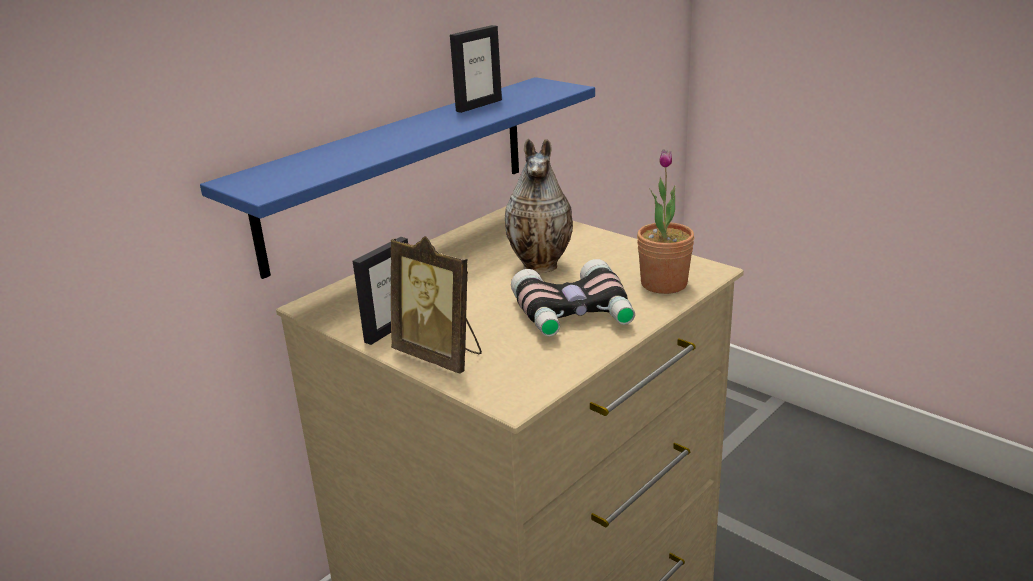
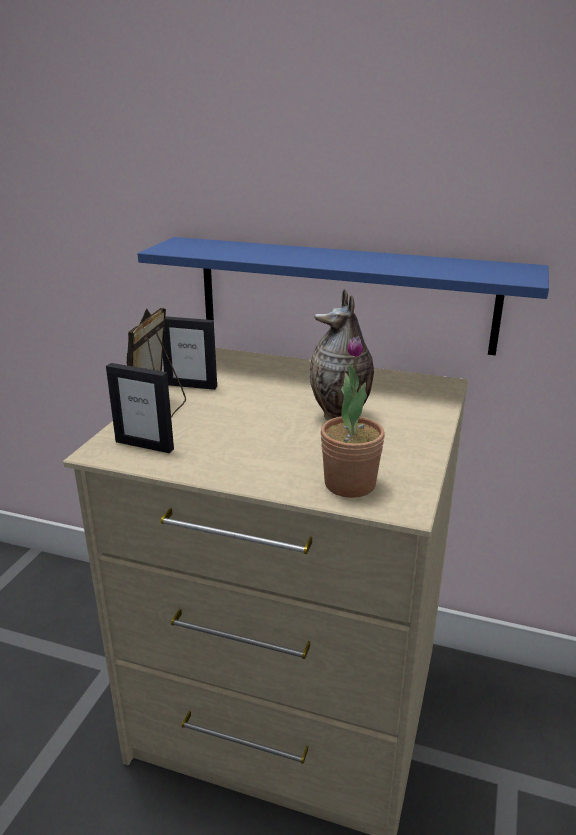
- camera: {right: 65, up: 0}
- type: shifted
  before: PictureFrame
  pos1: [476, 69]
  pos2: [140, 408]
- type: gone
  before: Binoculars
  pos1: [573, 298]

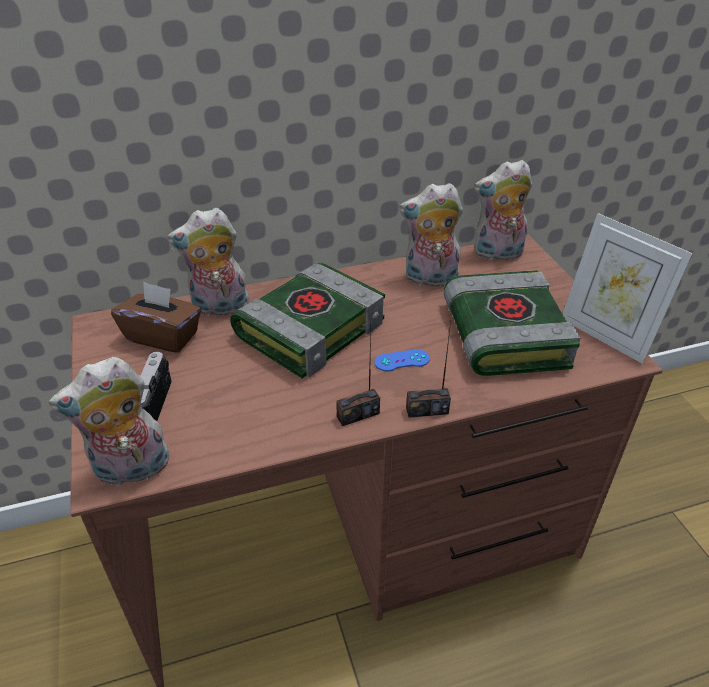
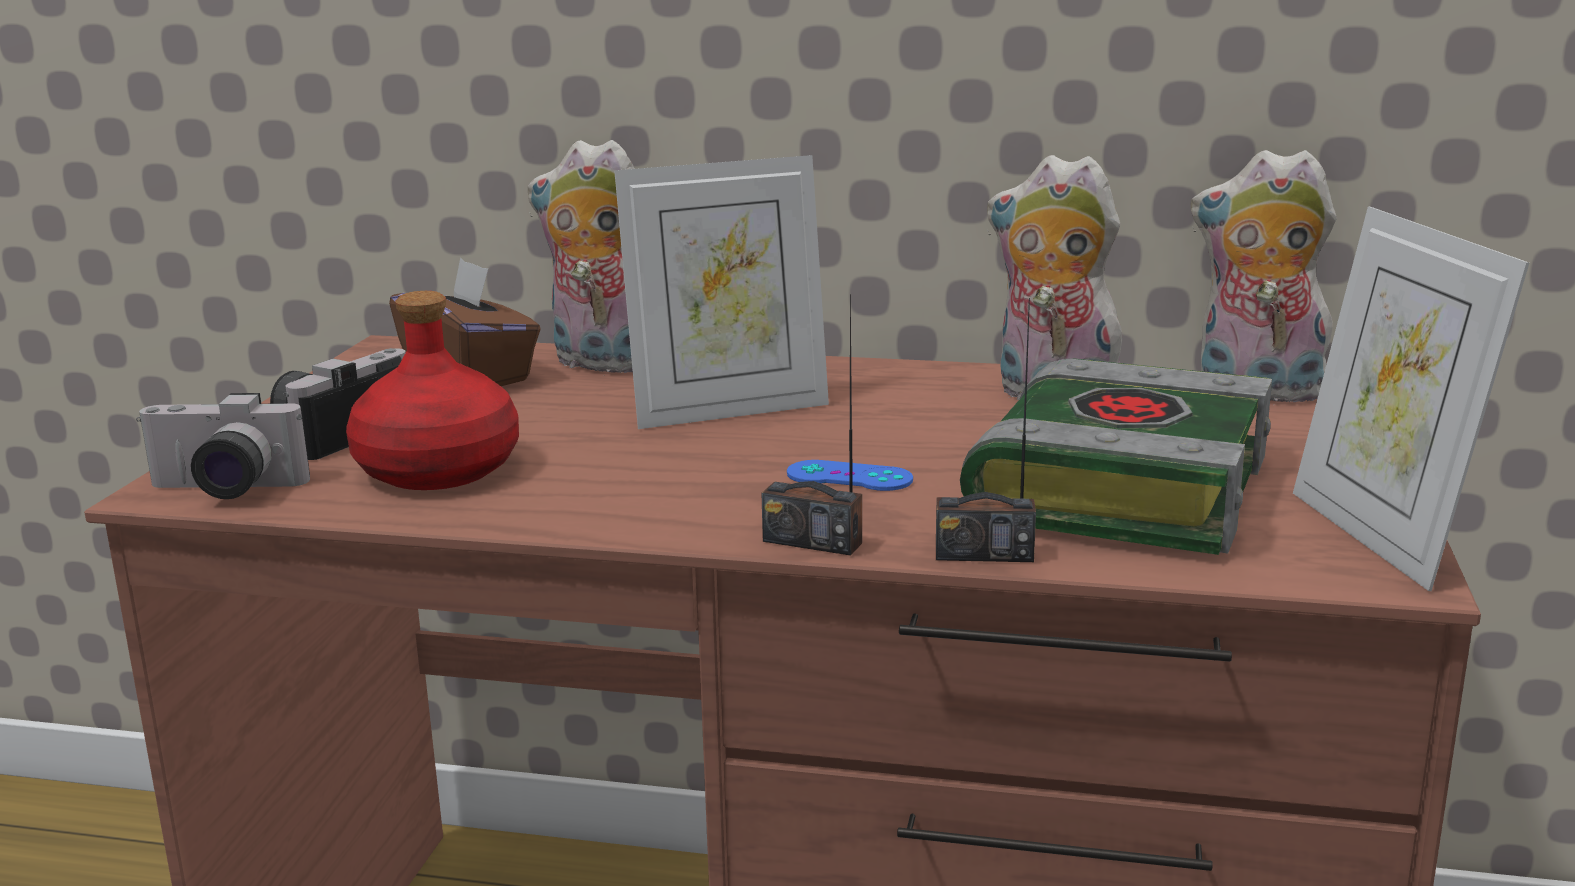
- camera: {right: 30, up: -20}
- type: swapped
  before: Book
  after: PictureFrame
  pos1: [307, 320]
  pos2: [721, 292]
- type: shifted
  before: Radio
  pos1: [358, 377]
  pos2: [986, 430]
- type: swapped
  before: PlushToy
  after: PhotoCamera
  pos1: [109, 422]
  pos2: [223, 446]
- type: new
  after: RedBottle
  pos2: [432, 390]

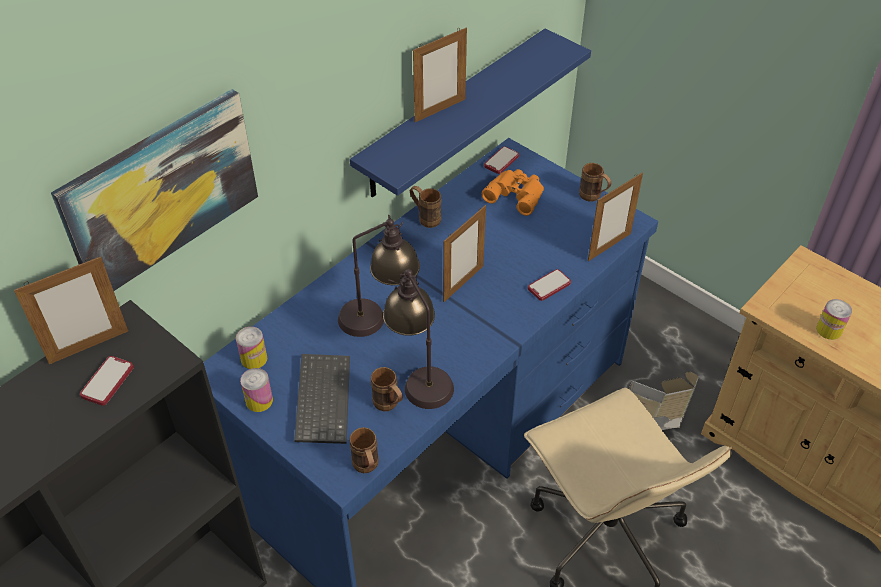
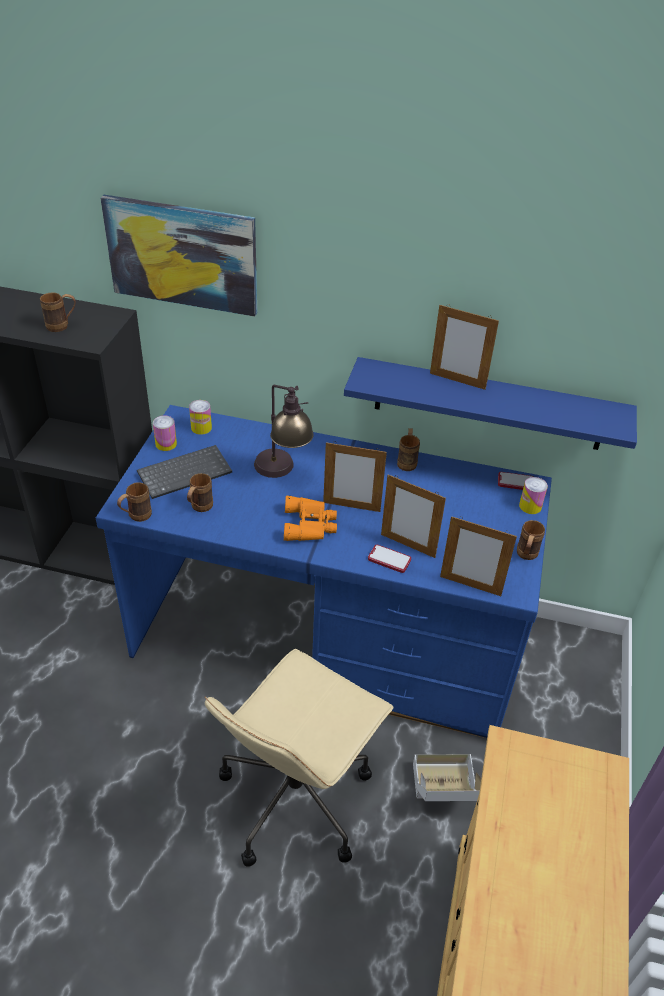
- camera: {right: 60, up: -5}
- type: shifted
  before: OrangeBinoculars
  pos1: [513, 192]
  pos2: [310, 518]
- type: shifted
  before: PictureFrame
  pos1: [71, 310]
  pos2: [413, 516]
- type: gone
  before: TableLamp
  pos1: [418, 339]
- type: shifted
  before: Can
  pos1: [834, 319]
  pos2: [533, 495]
- type: swapped
  before: Phone
  after: BrownMug
  pos1: [107, 381]
  pos2: [58, 312]

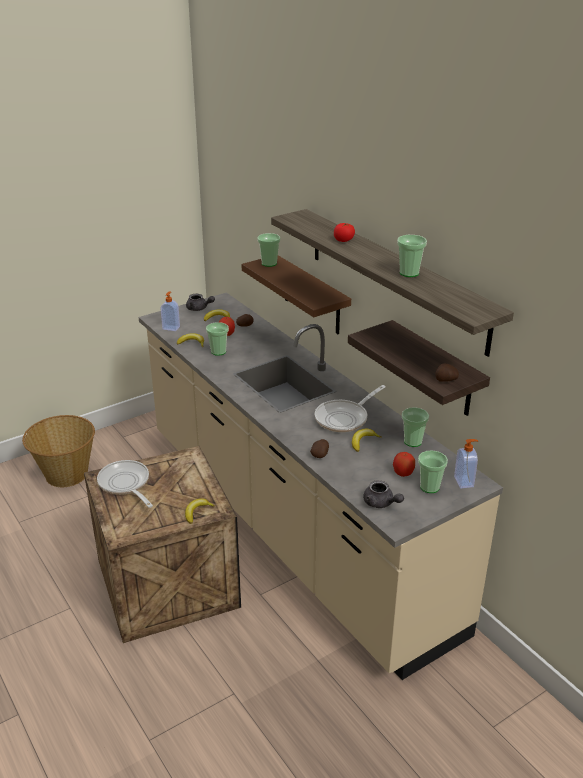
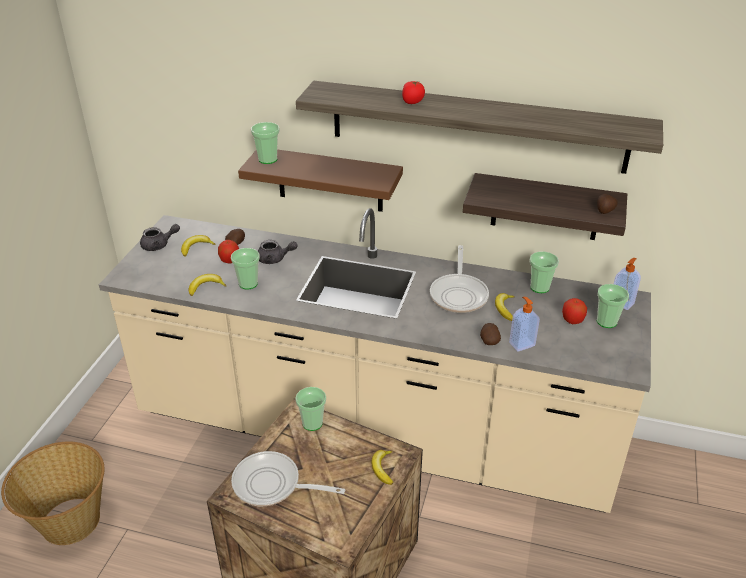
- camera: {right: -40, up: 5}
- type: shifted
  before: Cup
  pos1: [412, 256]
  pos2: [310, 409]
- type: shifted
  before: SoapDispenser
  pos1: [170, 311]
  pos2: [524, 324]
- type: shifted
  before: GreyTeapot
  pos1: [383, 494]
  pos2: [277, 252]

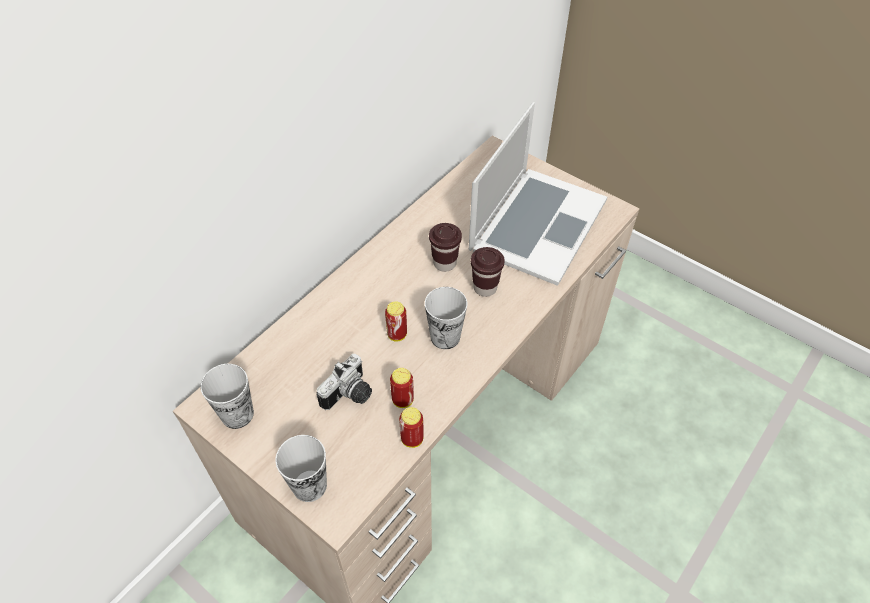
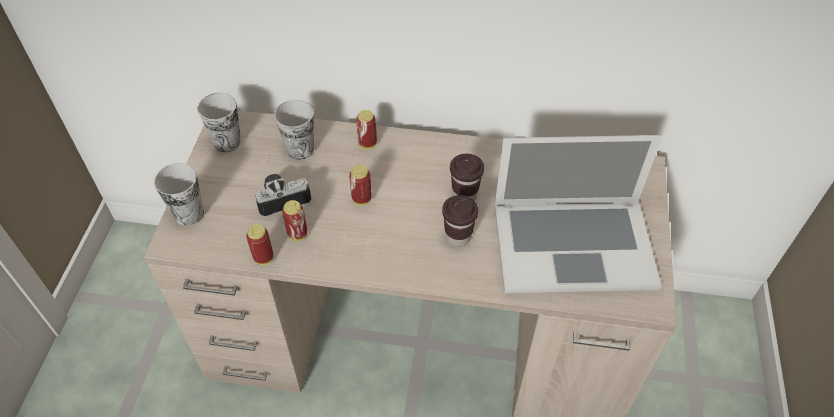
- camera: {right: 60, up: 0}
- type: shifted
  before: Cup
  pos1: [446, 318]
  pos2: [294, 130]
- type: rotated
  before: PhotoCamera
  pos1: [344, 382]
  pos2: [283, 195]
  turn: 150
- type: new
  after: Can
  pos2: [366, 129]

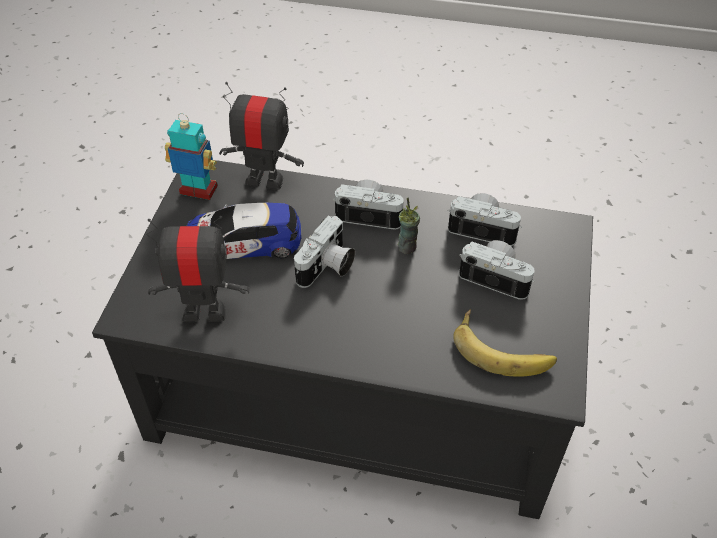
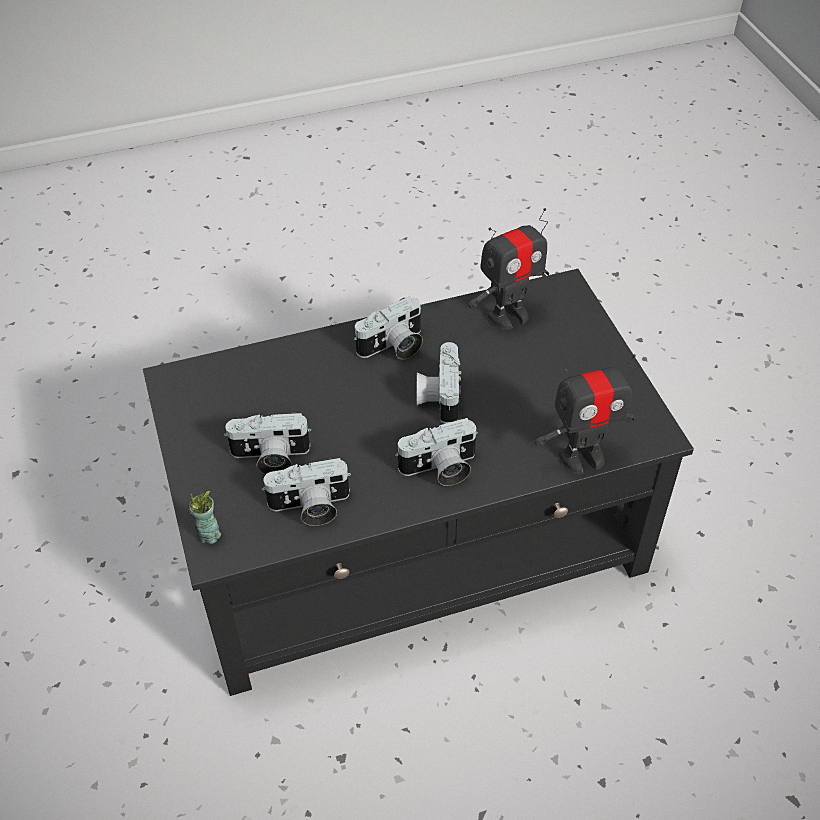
- camera: {right: 150, up: 0}
- type: gone
  before: ToyRobot
  pos1: [191, 156]
- type: shifted
  before: Cup
  pos1: [409, 226]
  pos2: [204, 517]
- type: gone
  before: ToyCar
  pos1: [244, 231]
- type: gone
  before: Banana
  pos1: [505, 343]
- type: new
  after: PhotoCamera
  pos2: [388, 327]

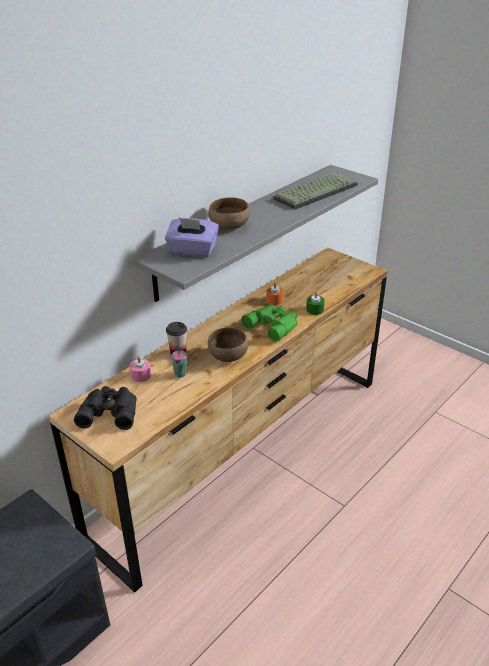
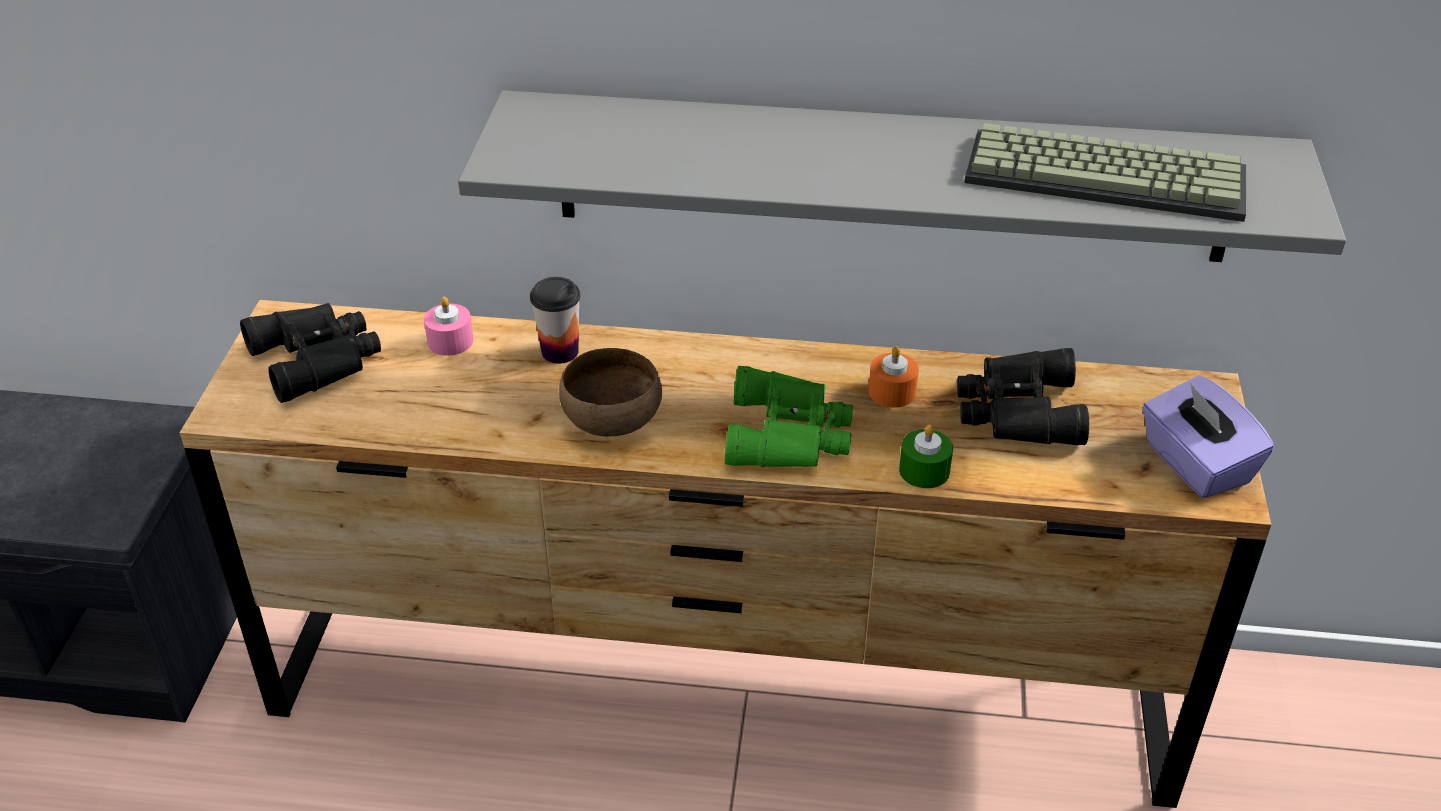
- camera: {right: 55, up: 5}
- type: gone
  before: BrownBowl
  pos1: [229, 213]
- type: shifted
  before: PurpleTissueBox
  pos1: [192, 237]
  pos2: [1208, 436]
- type: gone
  before: Cup
  pos1: [179, 361]
- type: new
  after: BlackBinoculars
  pos2: [1023, 396]

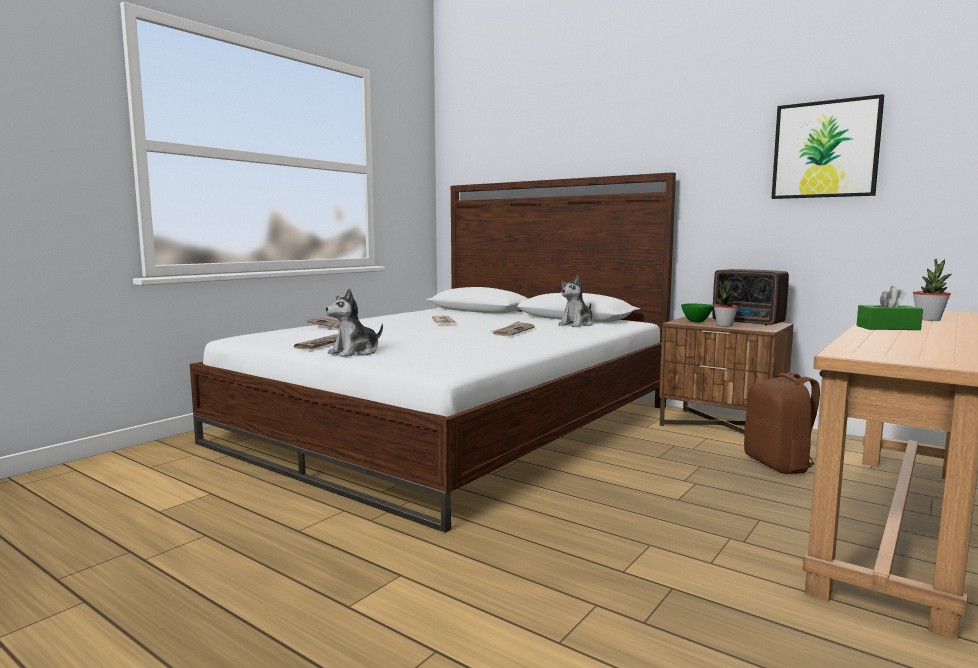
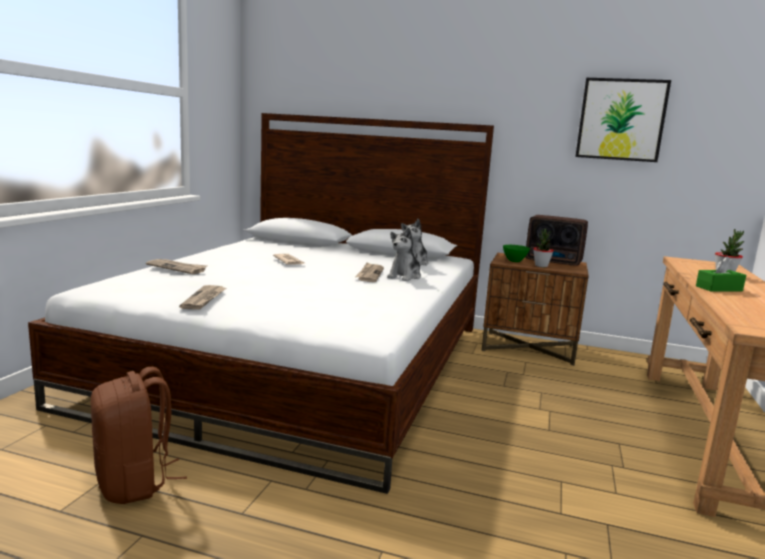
- camera: {right: -20, up: 5}
- type: shifted
  before: PlushToy
  pos1: [354, 322]
  pos2: [404, 254]
- type: shifted
  before: BrownBackpack
  pos1: [782, 423]
  pos2: [139, 435]

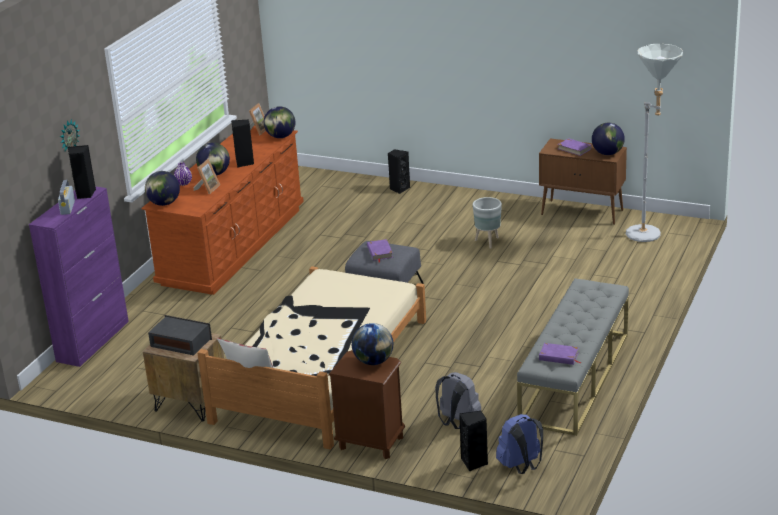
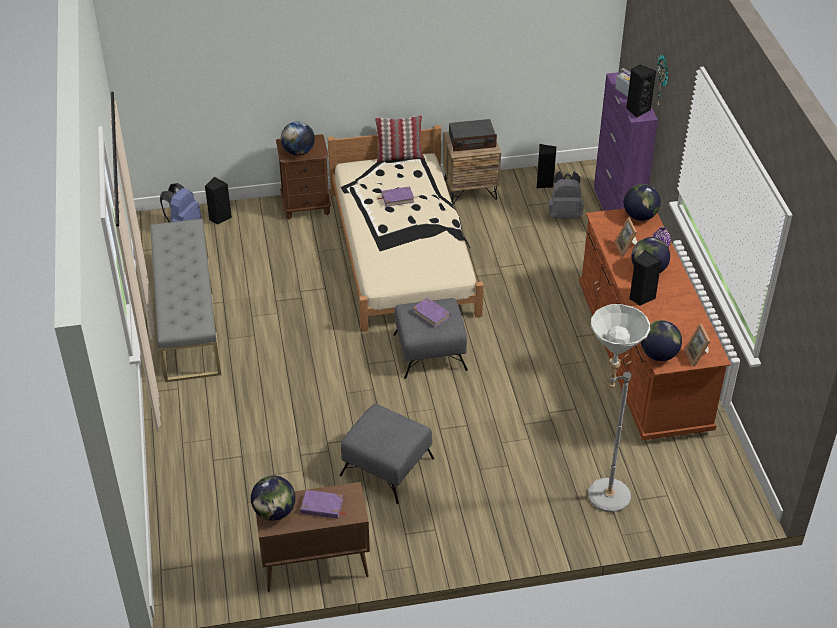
- camera: {right: 145, up: 15}
- type: shifted
  before: GreyFloorLamp
  pos1: [654, 143]
  pos2: [619, 408]
- type: shifted
  before: BlackSpeaker
  pos1: [399, 171]
  pos2: [546, 166]
- type: swapped
  before: GreyPlanter
  after: GreyOttoman
  pos1: [487, 223]
  pos2: [386, 454]
- type: shifted
  before: PurpleBook
  pos1: [560, 354]
  pos2: [396, 196]
- type: shifted
  before: GreyBackpack
  pos1: [458, 400]
  pos2: [566, 195]

